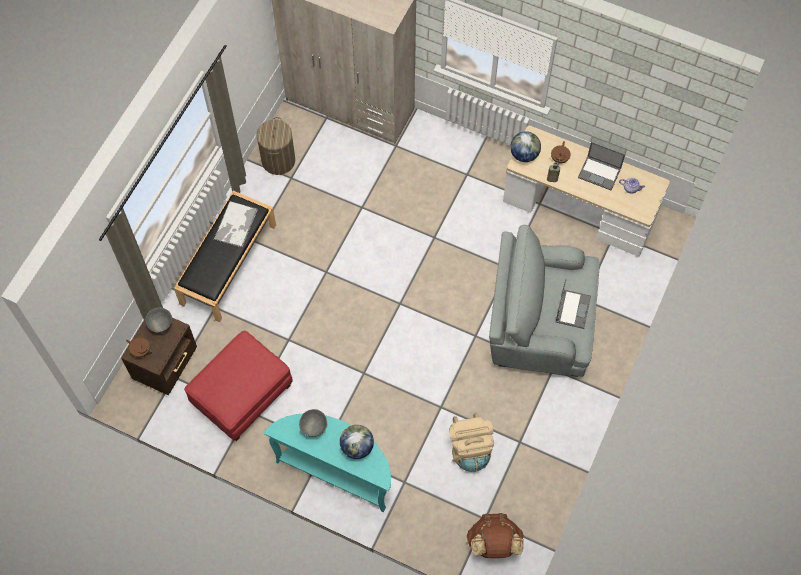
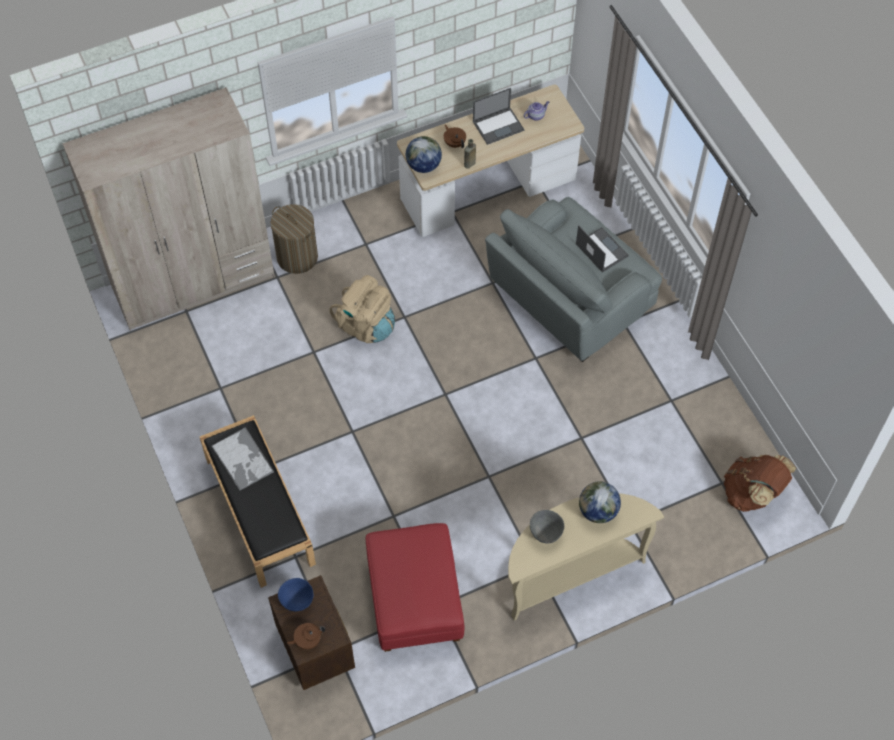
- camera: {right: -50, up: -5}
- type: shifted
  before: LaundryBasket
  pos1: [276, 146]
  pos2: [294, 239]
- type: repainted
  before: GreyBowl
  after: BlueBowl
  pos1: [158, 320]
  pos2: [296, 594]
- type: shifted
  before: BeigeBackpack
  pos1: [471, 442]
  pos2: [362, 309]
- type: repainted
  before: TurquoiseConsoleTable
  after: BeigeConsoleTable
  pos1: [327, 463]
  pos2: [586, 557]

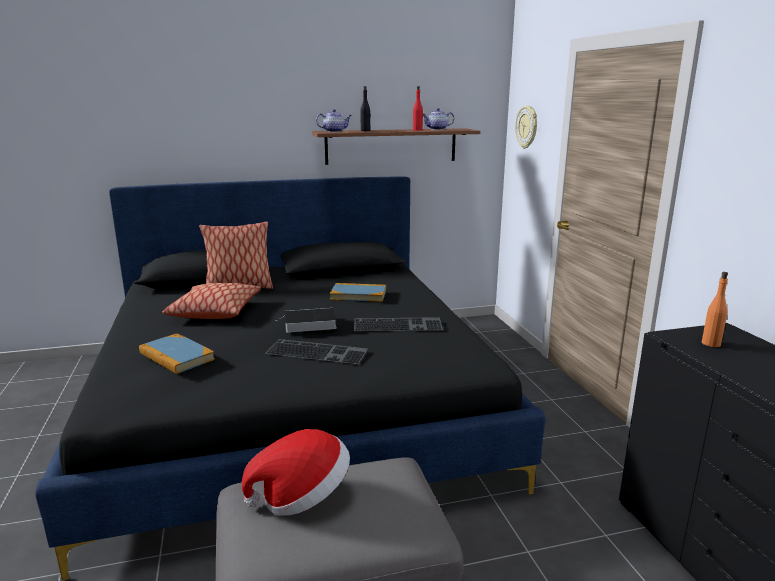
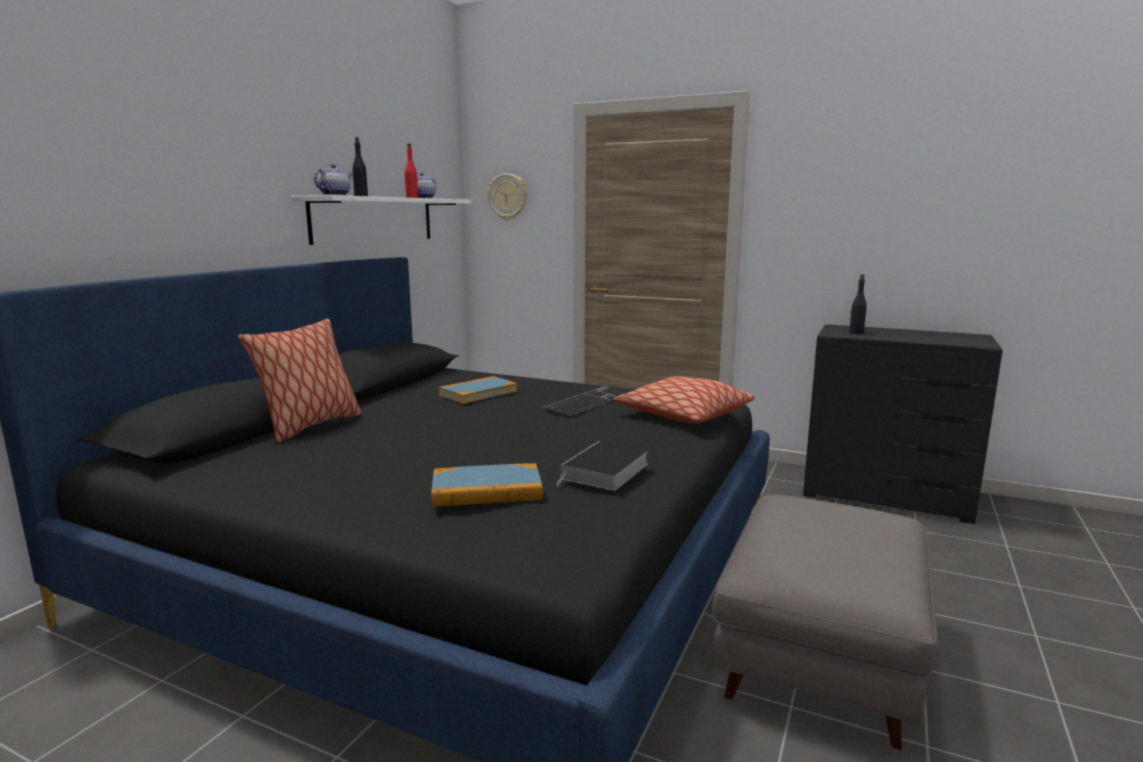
- camera: {right: -50, up: -5}
- type: repainted
  before: BrownShelf
  after: WhiteShelf
  pos1: [396, 146]
  pos2: [381, 220]
- type: repainted
  before: OrangeBottle
  after: BlackBottle
  pos1: [715, 309]
  pos2: [857, 304]
- type: shifted
  before: Pillow
  pos1: [212, 301]
  pos2: [684, 400]
- type: shifted
  before: Book
  pos1: [306, 320]
  pos2: [602, 466]
- type: gone
  before: Keyboard
  pos1: [316, 351]
- type: gone
  before: Hat
  pos1: [296, 472]

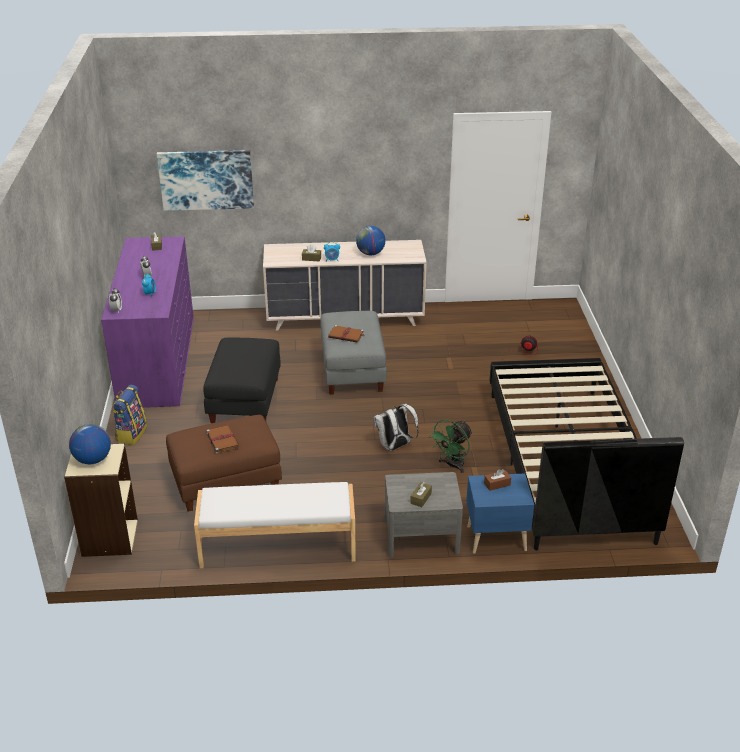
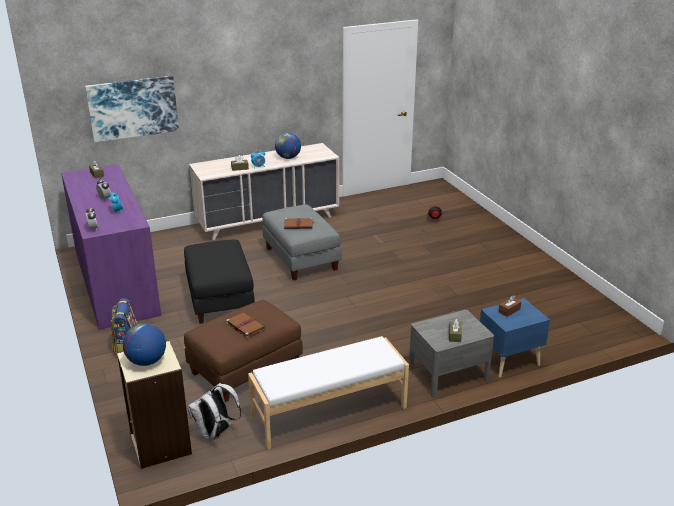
- camera: {right: -20, up: -5}
- type: gone
  before: BlackBed
  pos1: [586, 454]
- type: shifted
  before: WhiteBackpack
  pos1: [396, 427]
  pos2: [214, 412]
- type: gone
  before: GreenFan
  pos1: [451, 446]

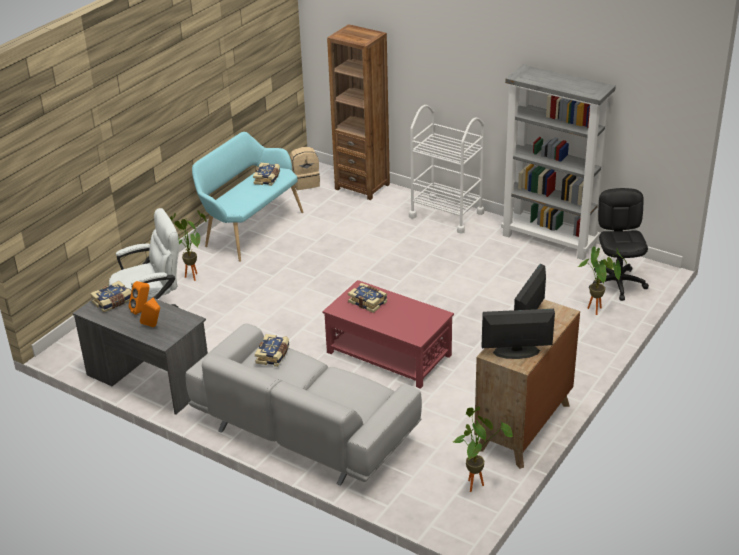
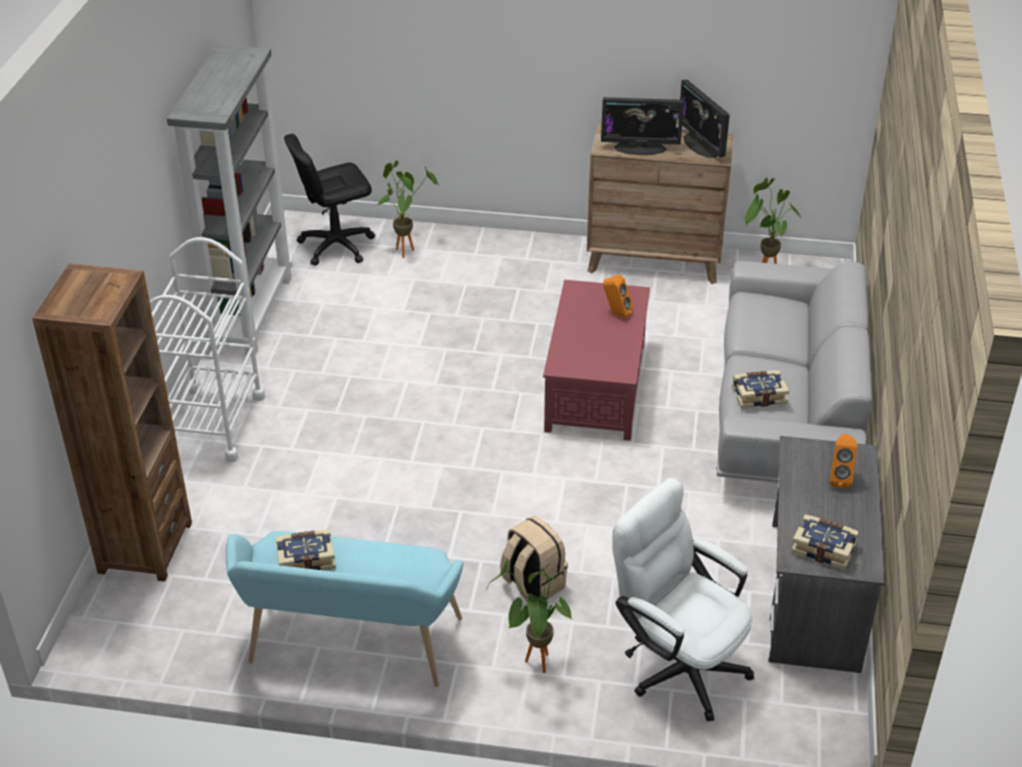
- camera: {right: -115, up: 5}
- type: shifted
  before: BeigeBackpack
  pos1: [305, 168]
  pos2: [534, 559]
- type: shifted
  before: OrangeSpeaker
  pos1: [139, 298]
  pos2: [618, 296]
- type: gone
  before: Book
  pos1: [367, 298]

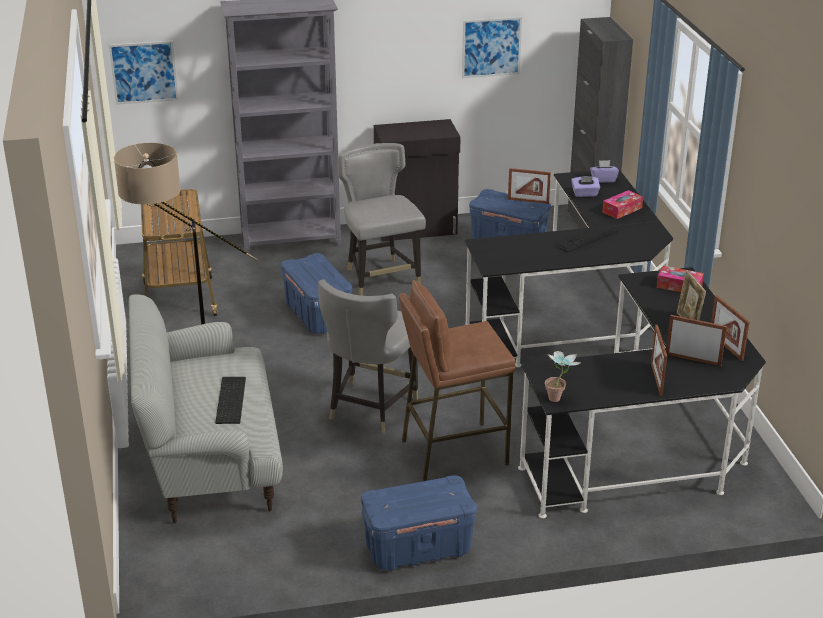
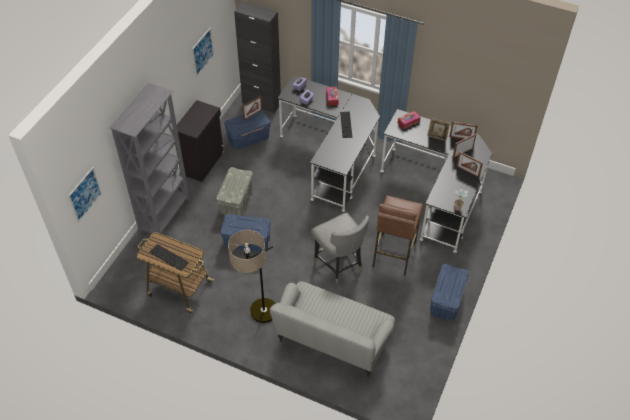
- camera: {right: -55, up: 20}
- type: swapped
  before: GreyChair
  after: GreyStorageBox
  pos1: [382, 219]
  pos2: [234, 191]
- type: shifted
  before: Keyboard
  pos1: [230, 400]
  pos2: [169, 257]

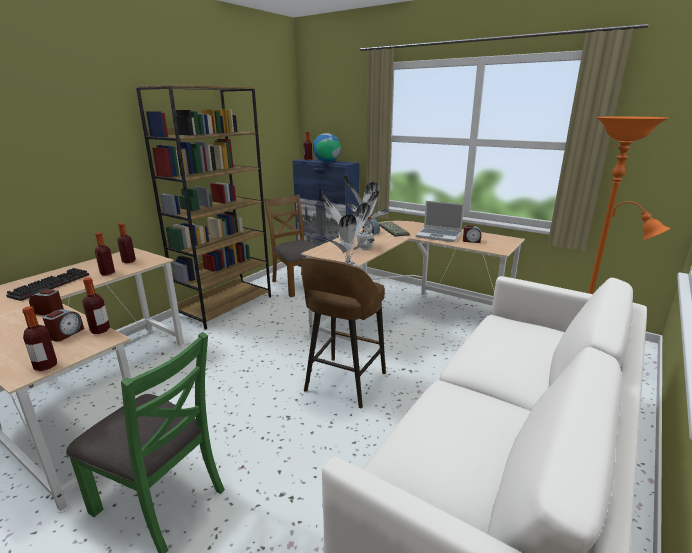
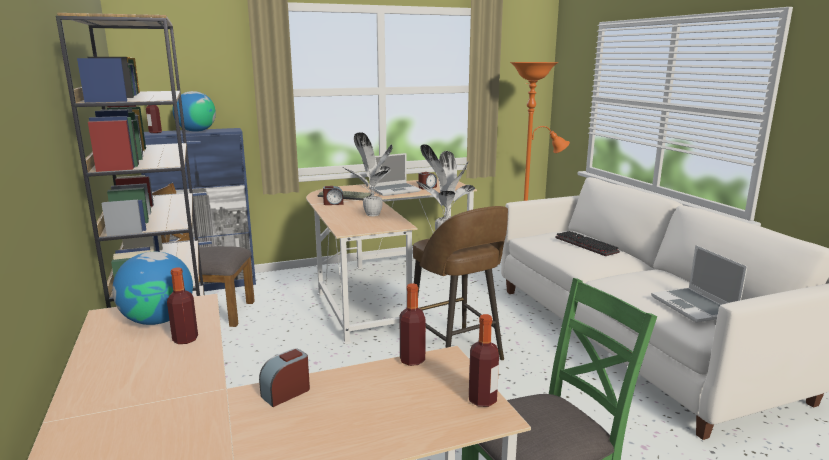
- camera: {right: -55, up: -5}
- type: swapped
  before: Bottle
  after: Globe
  pos1: [126, 243]
  pos2: [152, 288]
- type: shifted
  before: Keyboard
  pos1: [47, 284]
  pos2: [587, 243]
- type: gone
  before: AlarmClock
  pos1: [63, 325]
- type: new
  after: Laptop
  pos2: [699, 284]

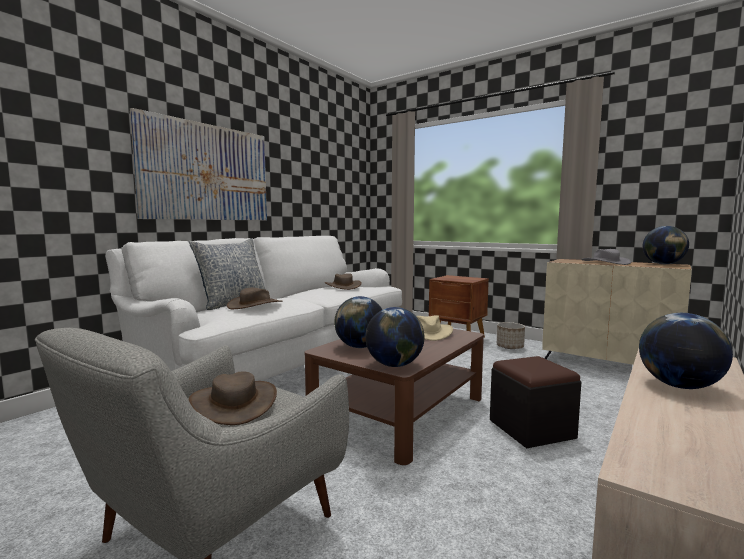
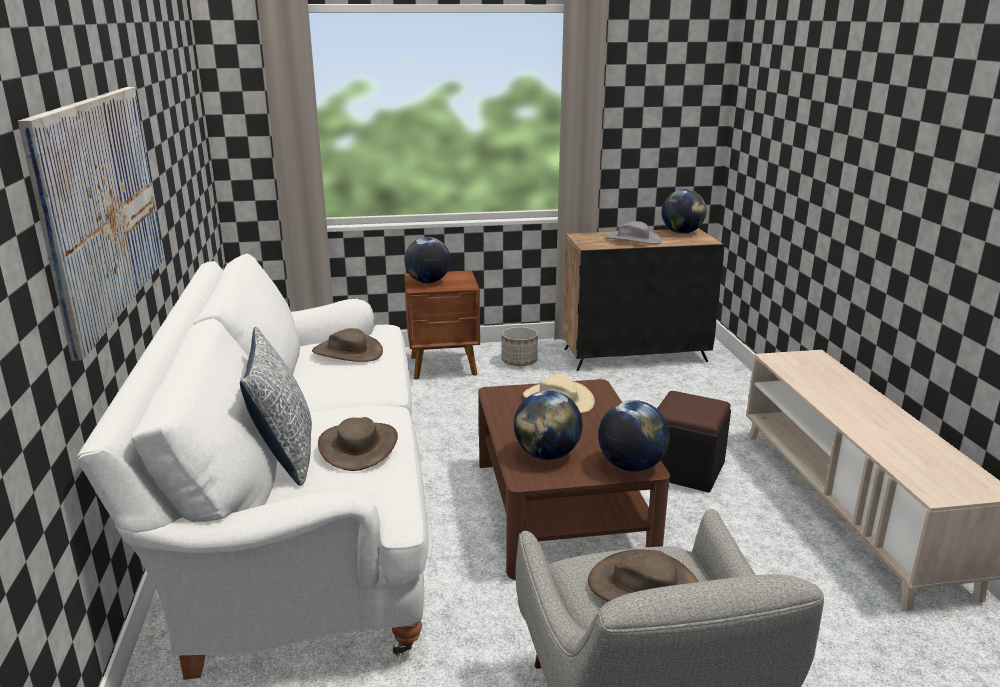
- camera: {right: -45, up: 15}
- type: repainted
  before: BeigeCabinet
  after: BlackCabinet
  pos1: [617, 312]
  pos2: [643, 299]
- type: shifted
  before: Globe
  pos1: [686, 351]
  pos2: [427, 260]

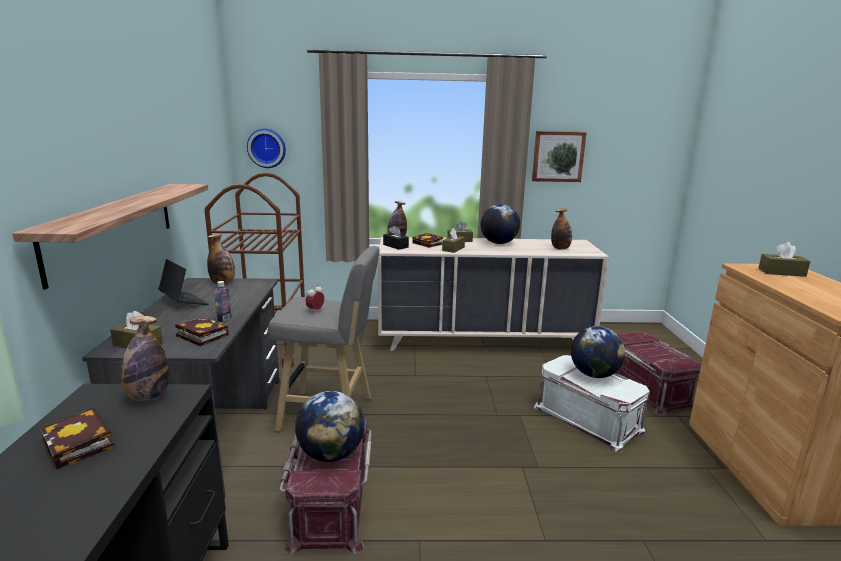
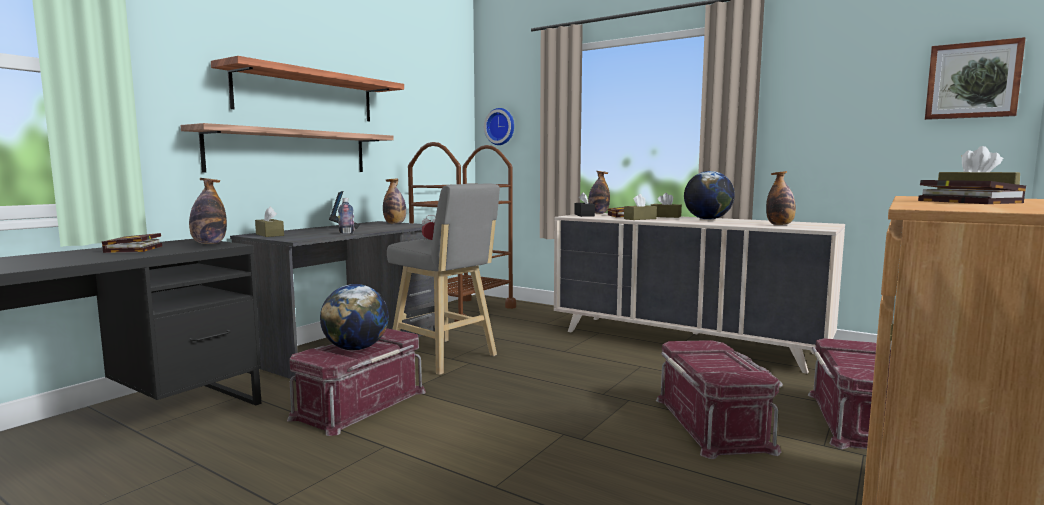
- camera: {right: 35, up: -10}
- type: shifted
  before: Picture
  pos1: [559, 156]
  pos2: [975, 78]
- type: shifted
  before: Book
  pos1: [202, 331]
  pos2: [972, 192]
- type: gone
  before: Globe
  pos1: [598, 352]
- type: repainted
  before: WhiteStorageBox
  after: RedStorageBox
  pos1: [592, 404]
  pos2: [719, 399]
- type: new
  after: Shelf
  pos2: [307, 88]

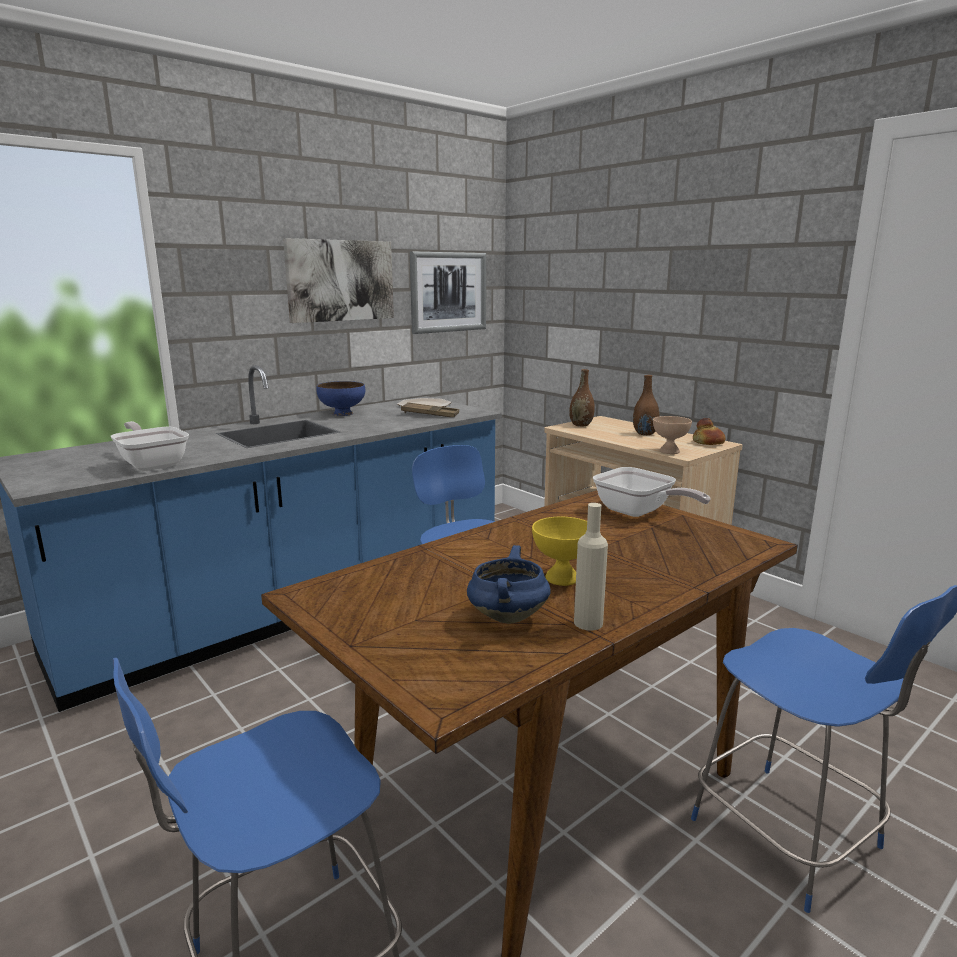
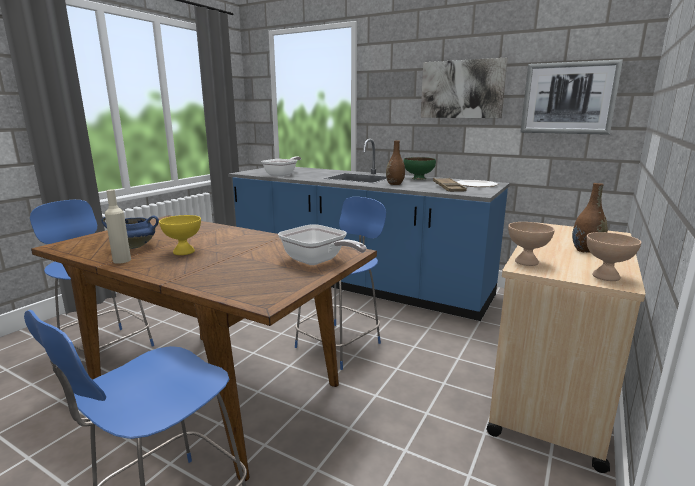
- camera: {right: 70, up: 0}
- type: shifted
  before: BrownVase
  pos1: [582, 398]
  pos2: [395, 162]
- type: repainted
  before: BlueBowl
  after: GreenBowl
  pos1: [340, 398]
  pos2: [419, 168]
- type: swapped
  before: Bread
  after: BeigeBowl
  pos1: [709, 431]
  pos2: [613, 256]
- type: rotated
  before: FryingPan
  pos1: [651, 492]
  pos2: [322, 244]
  turn: -75

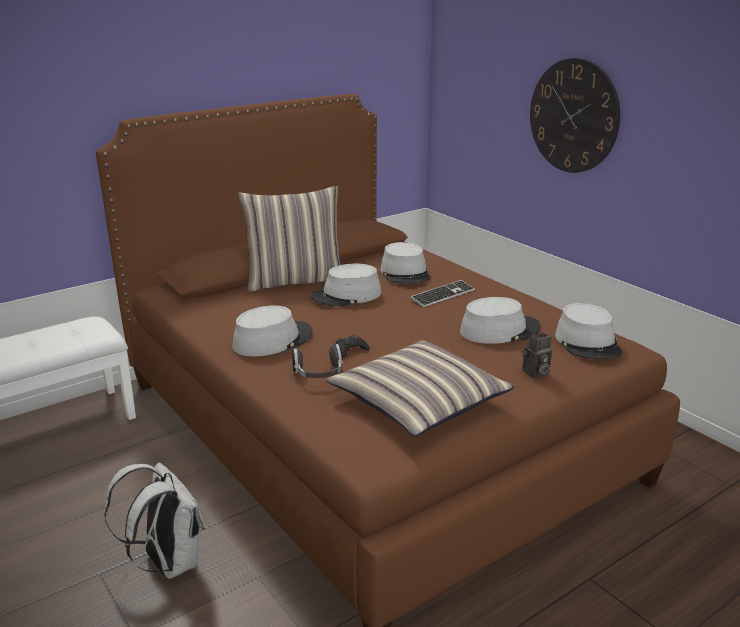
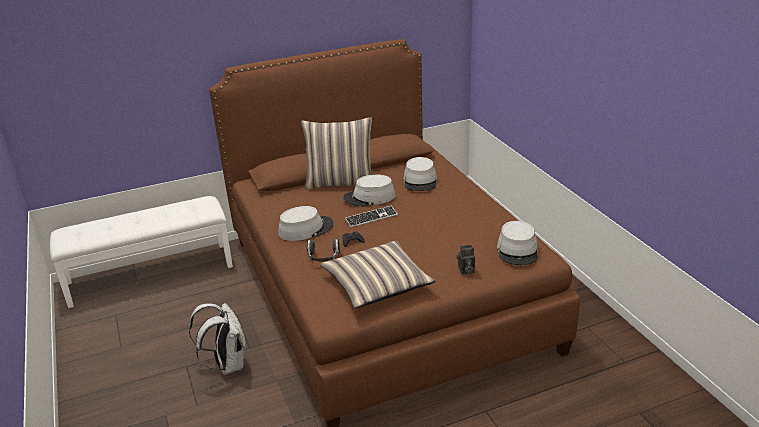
- camera: {right: 15, up: 5}
- type: gone
  before: WallClock
  pos1: [575, 115]
- type: shifted
  before: Keyboard
  pos1: [442, 293]
  pos2: [371, 216]
- type: gone
  before: GreyHat
  pos1: [500, 320]

